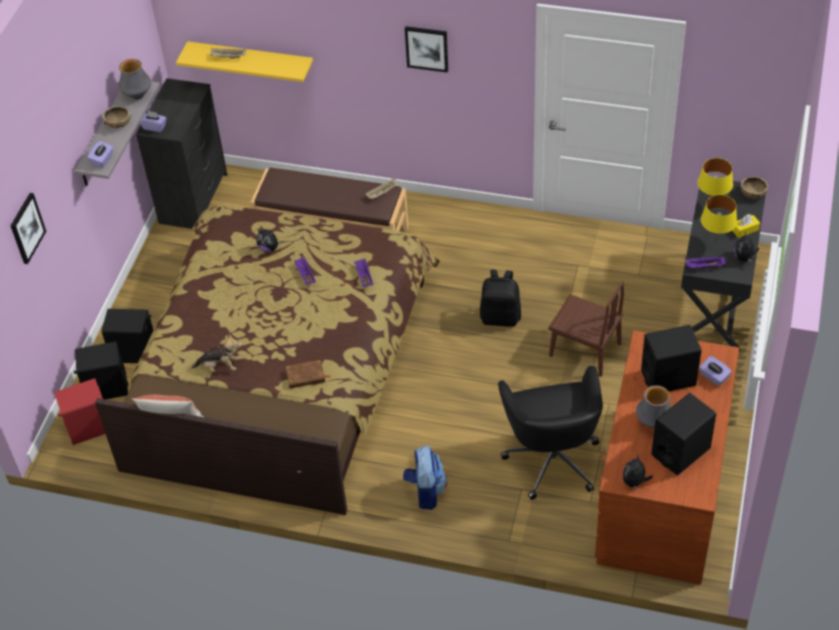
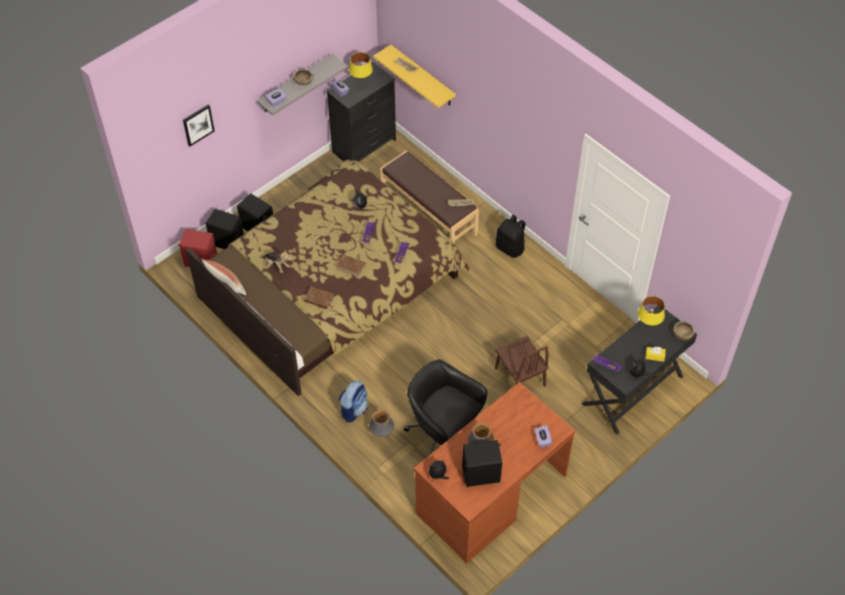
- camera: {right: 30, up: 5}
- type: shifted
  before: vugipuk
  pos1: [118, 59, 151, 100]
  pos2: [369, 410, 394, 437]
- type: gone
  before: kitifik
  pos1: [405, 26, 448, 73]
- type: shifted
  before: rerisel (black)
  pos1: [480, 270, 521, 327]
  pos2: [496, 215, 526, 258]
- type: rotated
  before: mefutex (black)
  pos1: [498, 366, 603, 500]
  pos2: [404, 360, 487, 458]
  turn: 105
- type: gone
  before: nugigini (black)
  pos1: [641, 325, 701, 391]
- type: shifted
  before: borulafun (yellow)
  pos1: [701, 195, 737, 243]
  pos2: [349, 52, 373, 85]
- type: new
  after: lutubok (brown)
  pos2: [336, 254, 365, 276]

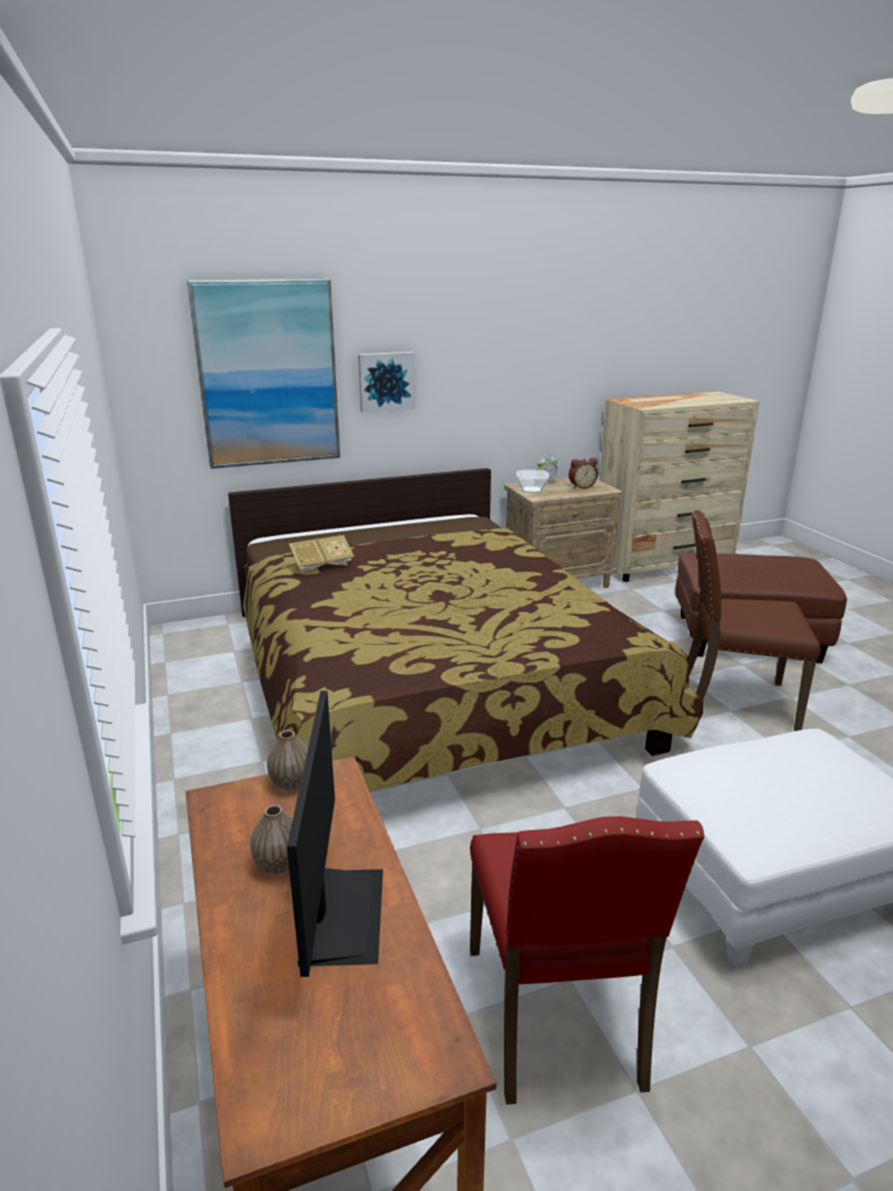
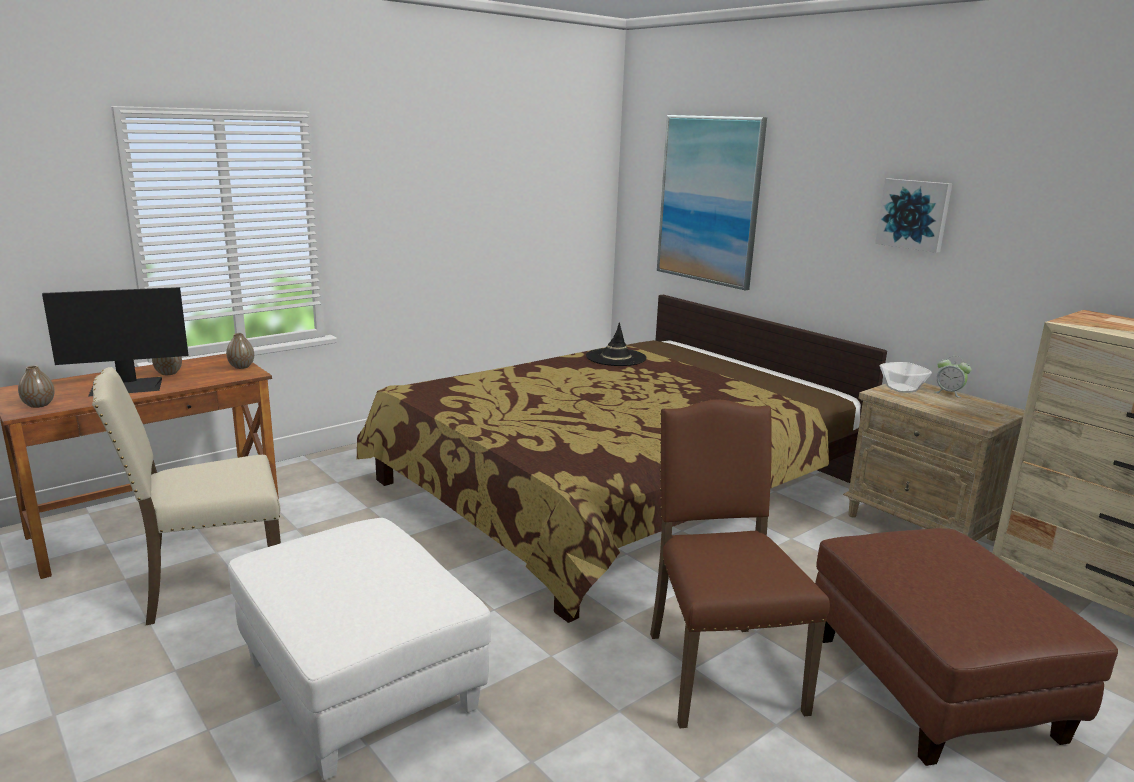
- camera: {right: 70, up: -5}
- type: swapped
  before: lutubok
  after: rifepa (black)
  pos1: [289, 535, 354, 574]
  pos2: [586, 322, 646, 366]
- type: shifted
  before: kitifik
  pos1: [358, 352, 415, 412]
  pos2: [875, 178, 952, 253]
- type: repainted
  before: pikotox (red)
  after: pikotox (beige)
  pos1: [470, 816, 704, 1105]
  pos2: [92, 367, 281, 625]
- type: gone
  before: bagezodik
  pos1: [569, 458, 598, 489]
- type: new
  after: vugipuk
  pos2: [18, 366, 55, 408]

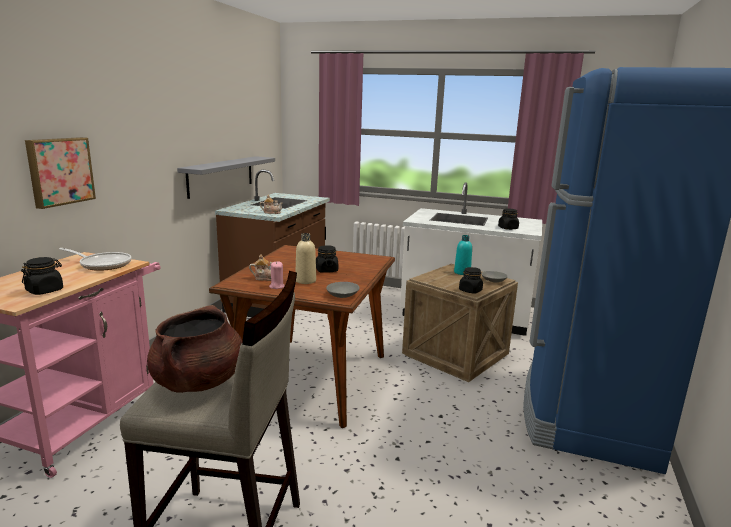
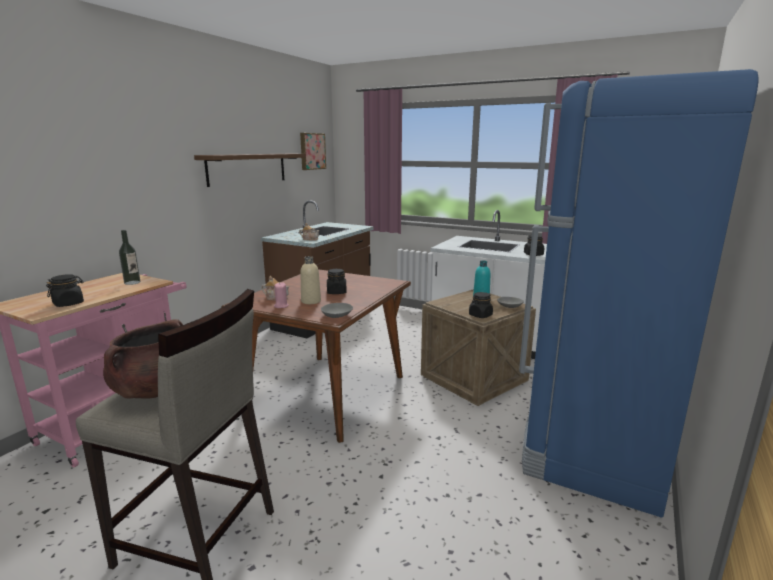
- camera: {right: 10, up: 0}
- type: shifted
  before: kitifik
  pos1: [25, 137, 96, 209]
  pos2: [300, 133, 326, 170]
- type: swapped
  before: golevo
  after: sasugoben
  pos1: [59, 248, 131, 271]
  pos2: [119, 230, 140, 285]
- type: gone
  before: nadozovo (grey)
  pos1: [177, 156, 275, 199]
- type: new
  after: nadozovo (brown)
  pos2: [194, 154, 306, 187]

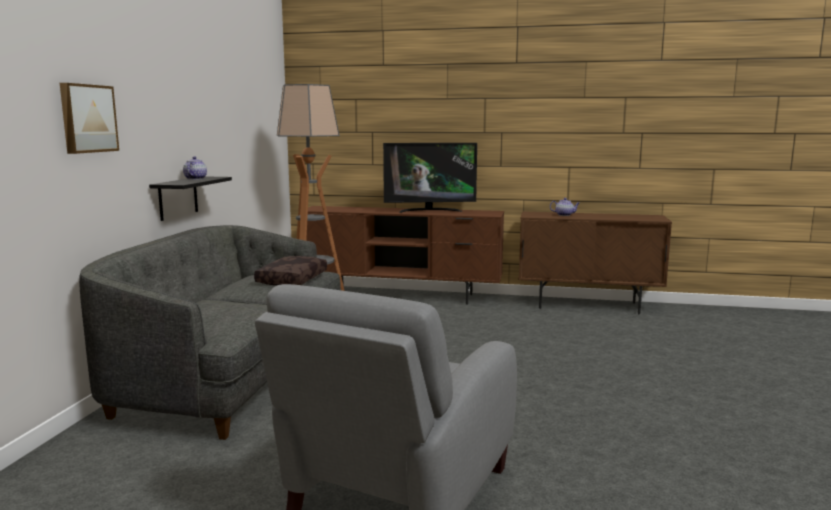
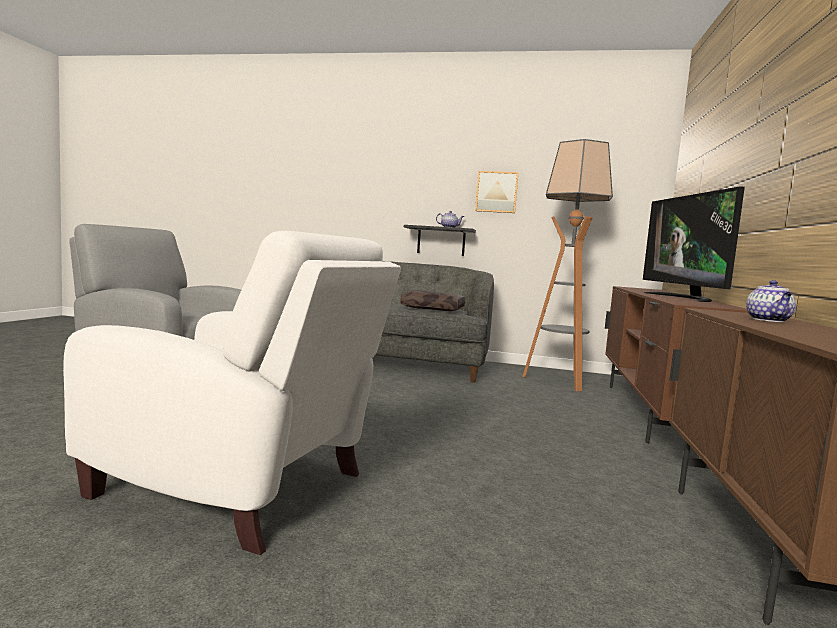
- camera: {right: 90, up: -5}
- type: shifted
  before: kitifik
  pos1: [60, 83, 119, 154]
  pos2: [475, 171, 519, 213]
- type: new
  after: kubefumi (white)
  pos2: [63, 231, 401, 555]

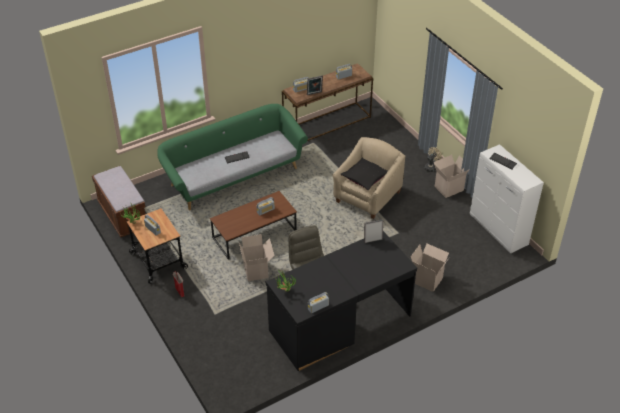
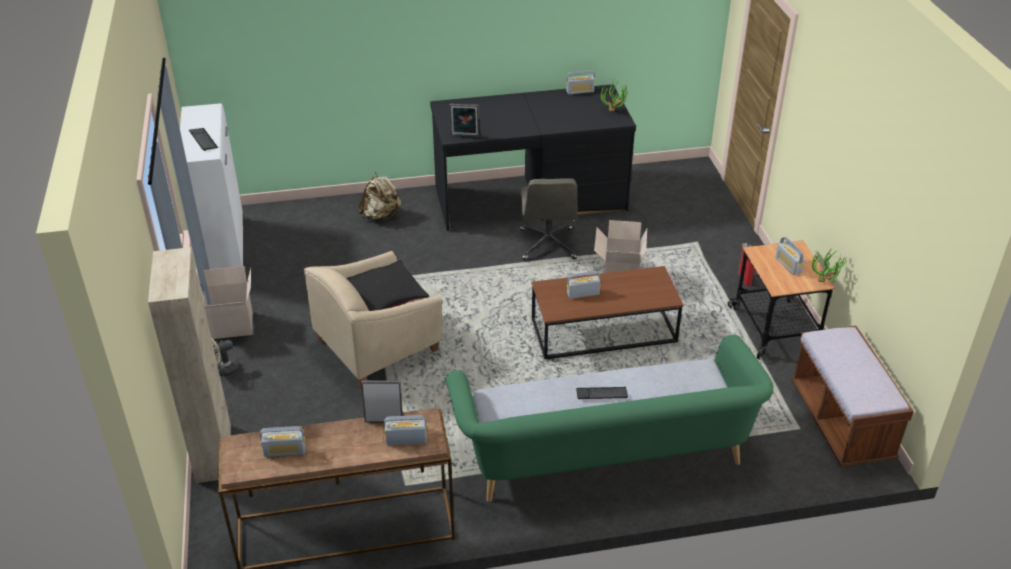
- camera: {right: -160, up: -5}
- type: swapped
  before: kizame
  after: rerisel (beige)
  pos1: [411, 244, 450, 292]
  pos2: [358, 172, 401, 221]
- type: new
  after: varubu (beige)
  pos2: [148, 247, 231, 483]

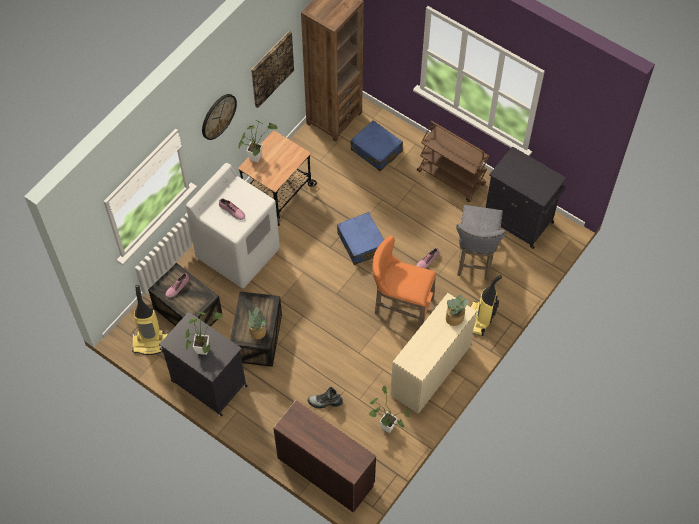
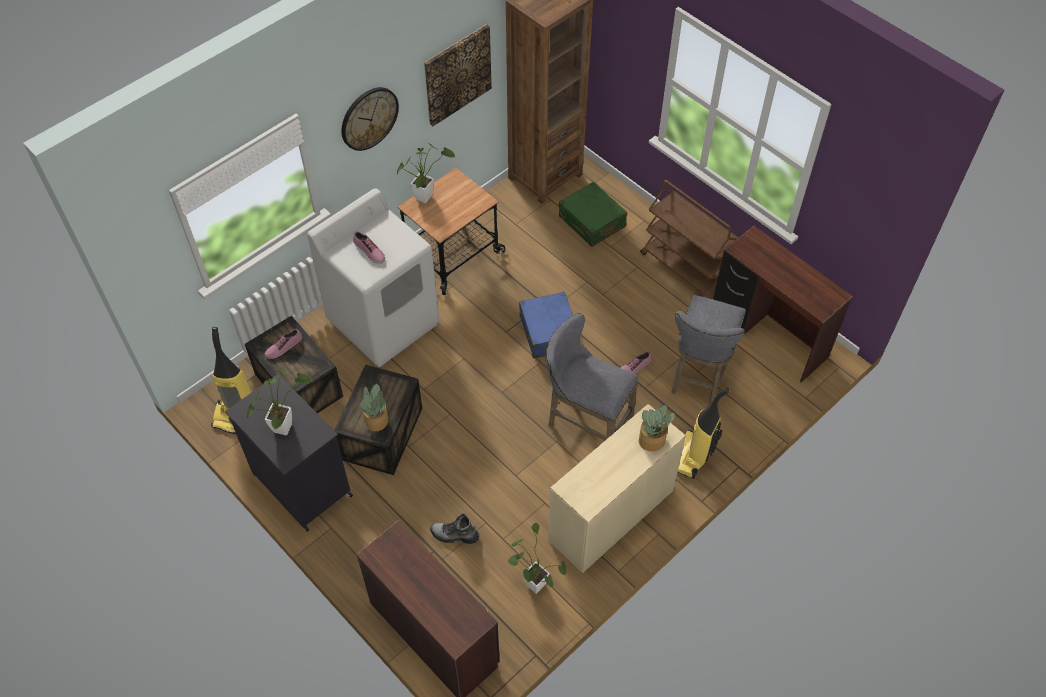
- camera: {right: 10, up: -5}
- type: repainted
  before: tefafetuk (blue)
  after: tefafetuk (green)
  pos1: [350, 120, 403, 171]
  pos2: [559, 182, 627, 247]
- type: repainted
  before: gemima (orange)
  after: gemima (grey)
  pos1: [372, 235, 436, 328]
  pos2: [545, 313, 639, 440]
- type: swapped
  before: varubu (black)
  after: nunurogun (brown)
  pos1: [486, 146, 566, 249]
  pos2: [713, 226, 853, 383]

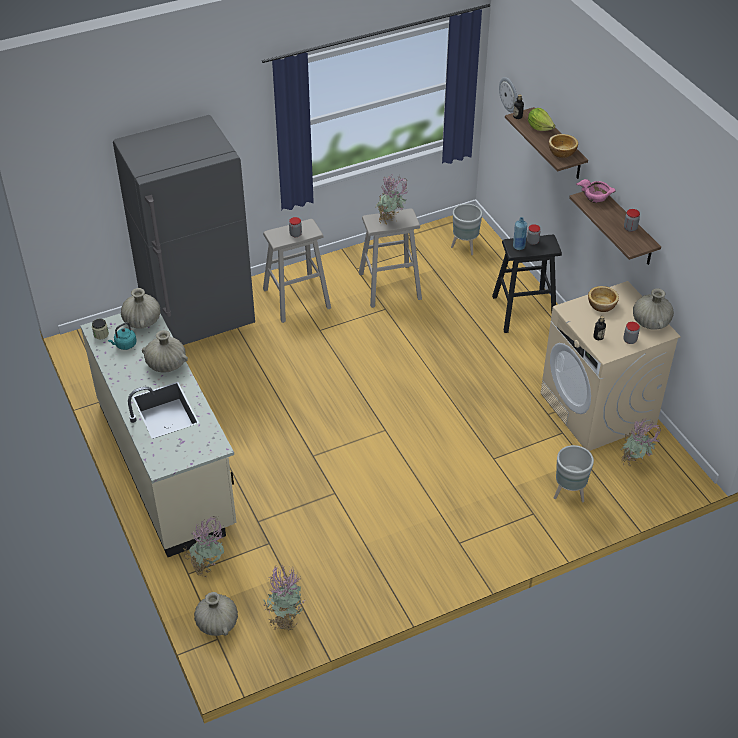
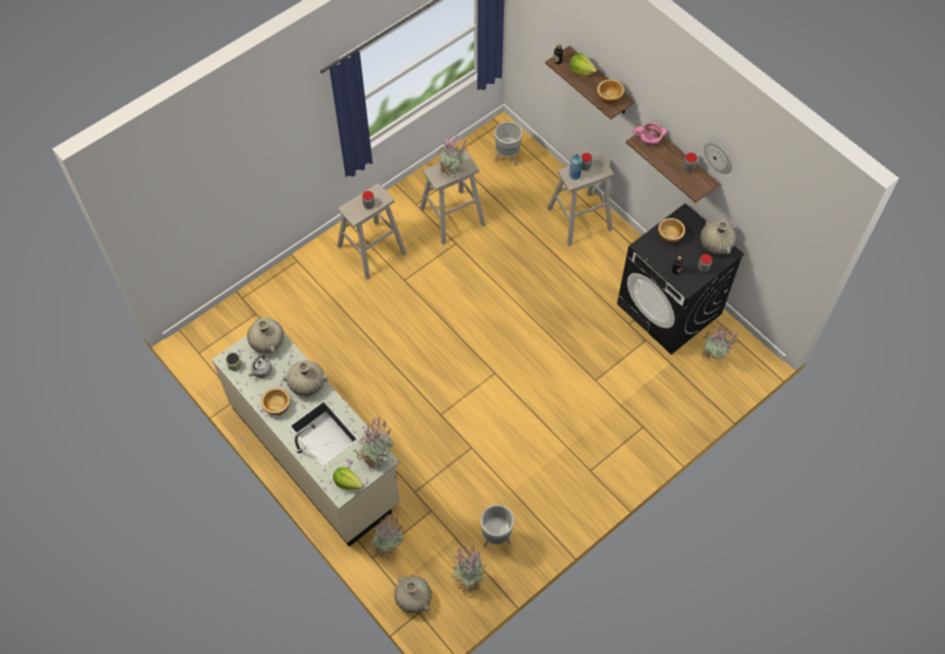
- camera: {right: -15, up: 15}
- type: repainted
  before: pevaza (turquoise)
  after: pevaza (grey)
  pos1: [108, 322, 137, 350]
  pos2: [248, 355, 272, 378]
- type: gone
  before: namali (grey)
  pos1: [113, 115, 255, 345]
- type: repainted
  before: gemima (black)
  after: gemima (beige)
  pos1: [492, 235, 562, 333]
  pos2: [547, 155, 614, 246]
- type: shifted
  before: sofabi
  pos1: [499, 77, 517, 113]
  pos2: [704, 142, 732, 174]
- type: repainted
  before: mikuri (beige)
  after: mikuri (black)
  pos1: [540, 281, 681, 451]
  pos2: [617, 203, 744, 355]
- type: shifted
  before: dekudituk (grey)
  pos1: [554, 445, 594, 502]
  pos2: [481, 505, 514, 547]
- type: new
  after: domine
  pos2: [261, 388, 290, 415]
- type: new
  after: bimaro
  pos2: [333, 467, 363, 490]
- type: new
  after: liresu
  pos2: [353, 417, 393, 468]

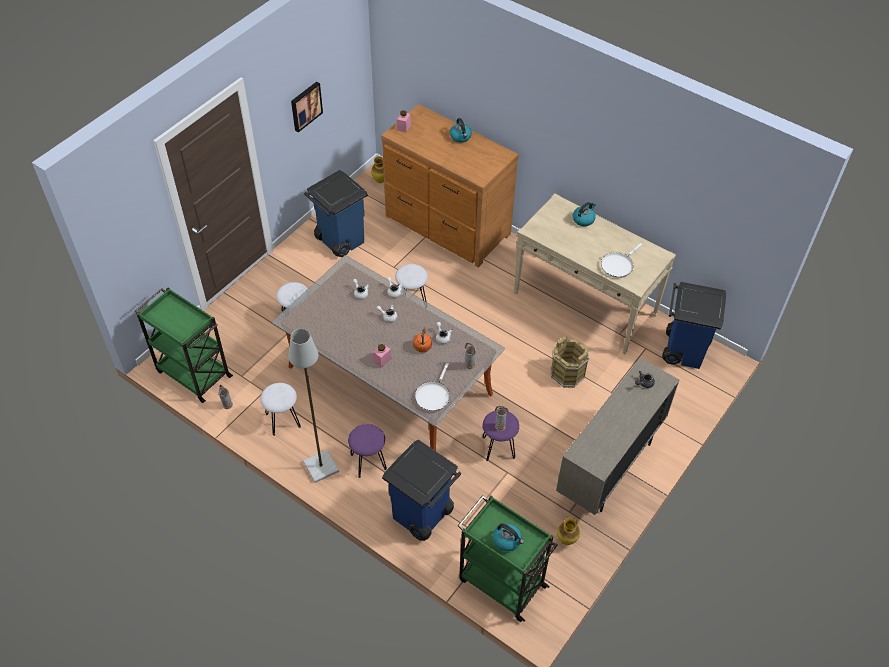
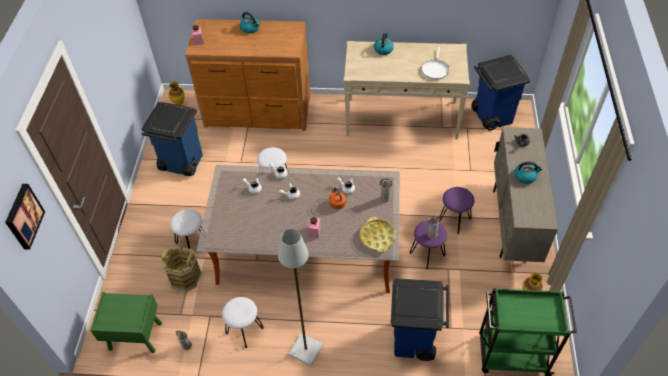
- camera: {right: -30, up: 0}
- type: swapped
  before: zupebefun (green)
  after: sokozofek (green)
  pos1: [135, 288, 233, 403]
  pos2: [90, 292, 162, 353]
- type: shifted
  before: kitifik
  pos1: [291, 82, 323, 132]
  pos2: [5, 184, 45, 250]
- type: shifted
  before: gemima (purple)
  pos1: [348, 424, 387, 478]
  pos2: [439, 187, 474, 234]
- type: swapped
  before: golevo (white)
  after: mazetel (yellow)
  pos1: [415, 363, 450, 411]
  pos2: [360, 217, 396, 253]
- type: shifted
  before: pevaza
  pos1: [493, 523, 524, 551]
  pos2: [515, 162, 543, 184]
- type: shifted
  before: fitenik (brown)
  pos1: [551, 336, 589, 388]
  pos2: [161, 246, 202, 291]

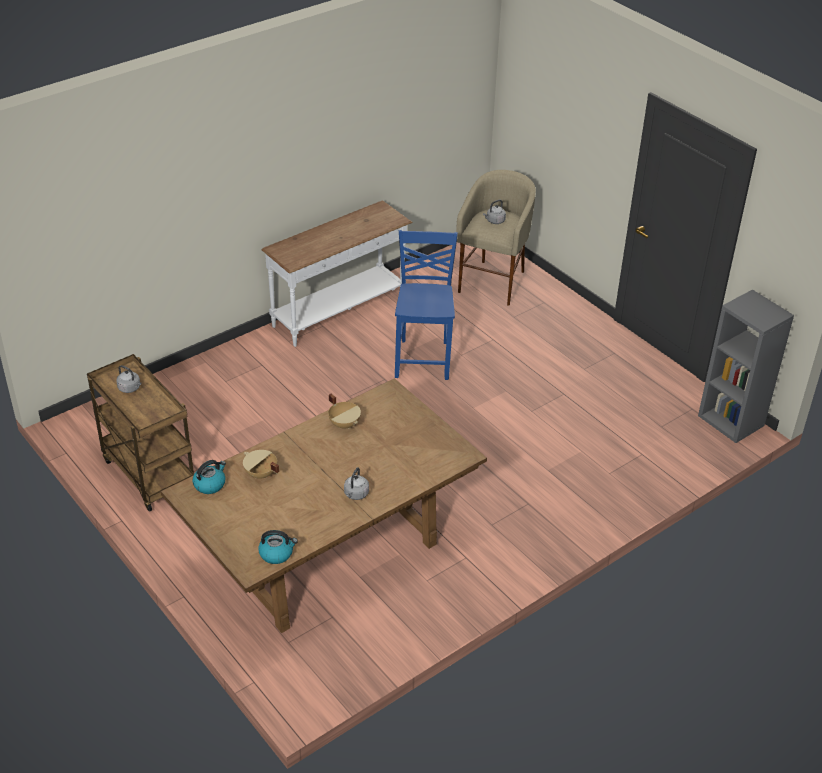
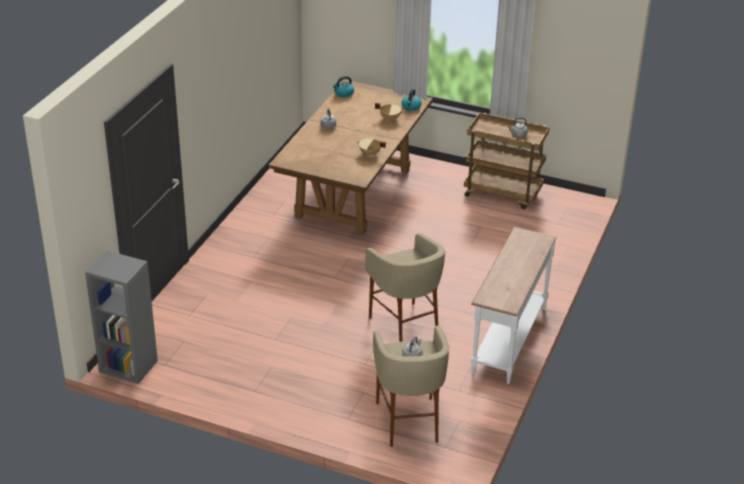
- camera: {right: 150, up: -5}
- type: swapped
  before: pikotox (blue)
  after: gemima (beige)
  pos1: [395, 230, 458, 380]
  pos2: [365, 233, 445, 342]

